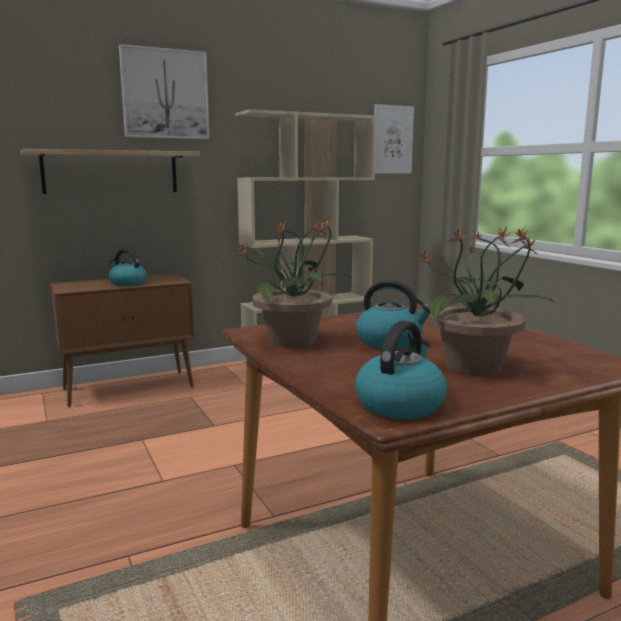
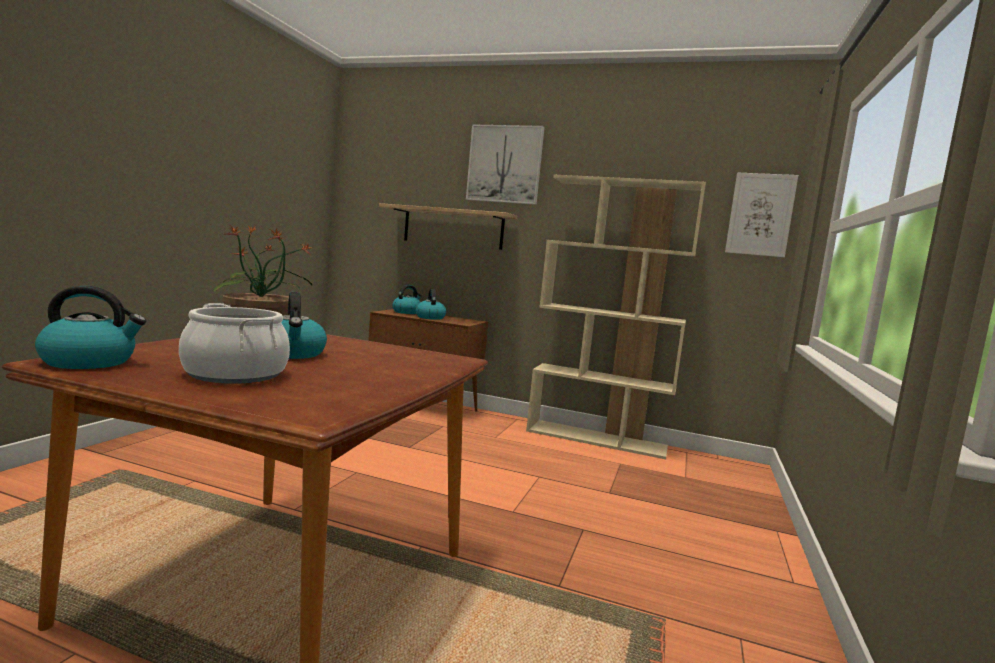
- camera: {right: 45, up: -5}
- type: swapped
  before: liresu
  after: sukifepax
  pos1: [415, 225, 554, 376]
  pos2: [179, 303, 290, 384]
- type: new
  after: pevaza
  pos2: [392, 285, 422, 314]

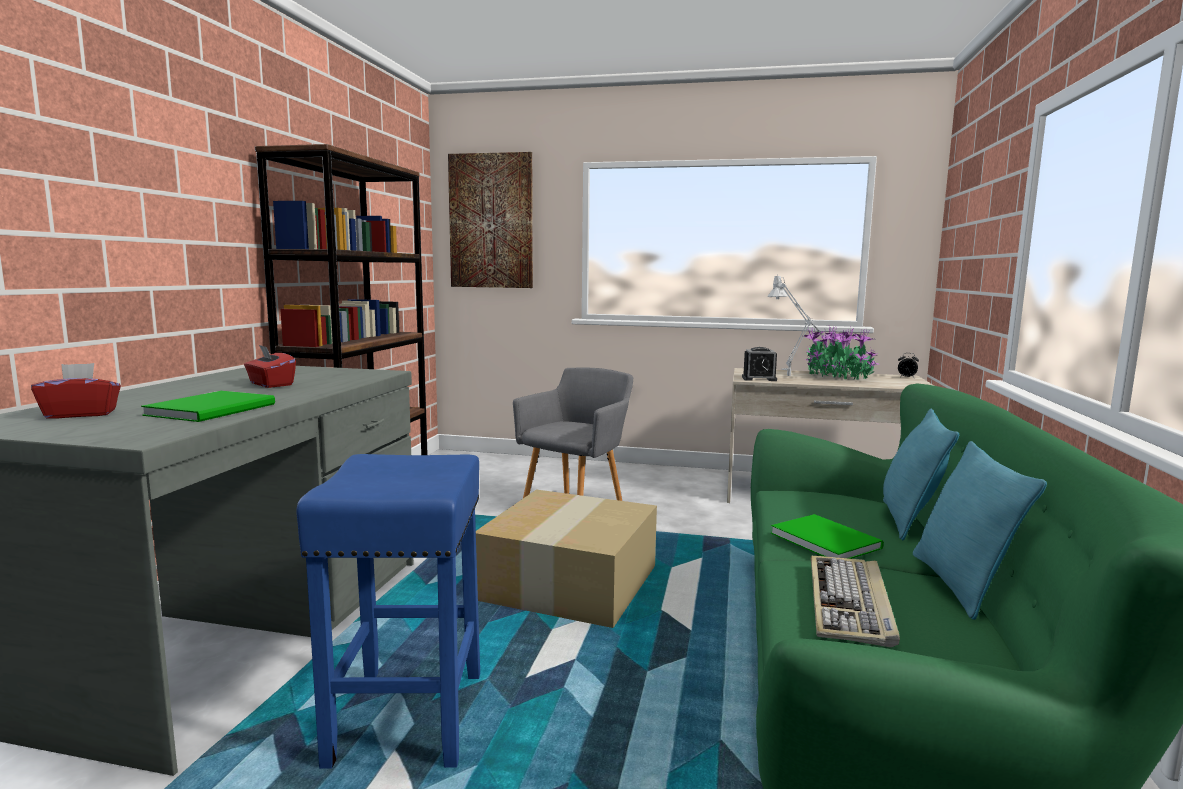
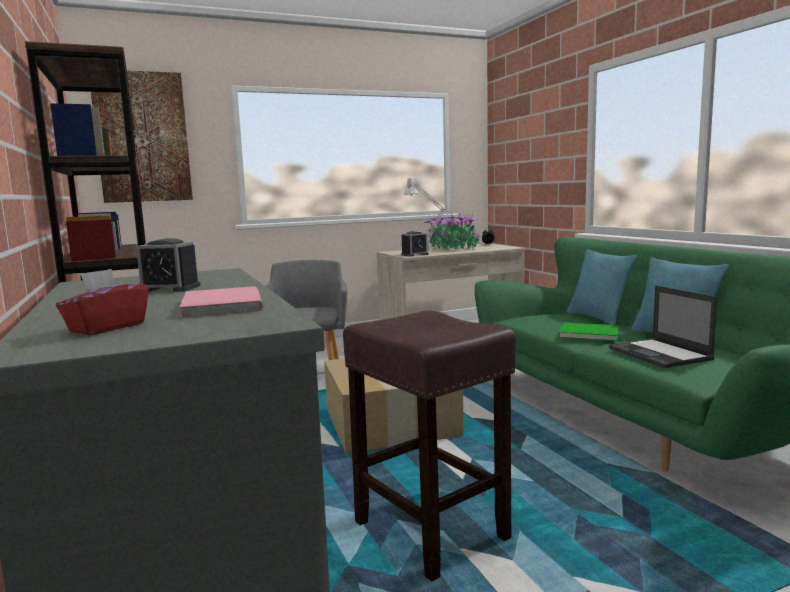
- camera: {right: -35, up: 0}
- type: repainted
  before: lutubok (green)
  after: lutubok (pink)
  pos1: [141, 391, 275, 422]
  pos2: [179, 286, 263, 318]
- type: swapped
  before: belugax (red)
  after: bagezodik
  pos1: [244, 345, 296, 388]
  pos2: [136, 238, 200, 292]
- type: repainted
  before: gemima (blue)
  after: gemima (brown)
  pos1: [296, 454, 480, 769]
  pos2: [343, 310, 516, 581]
- type: swapped
  before: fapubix
  after: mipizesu
  pos1: [811, 556, 900, 647]
  pos2: [609, 285, 718, 368]

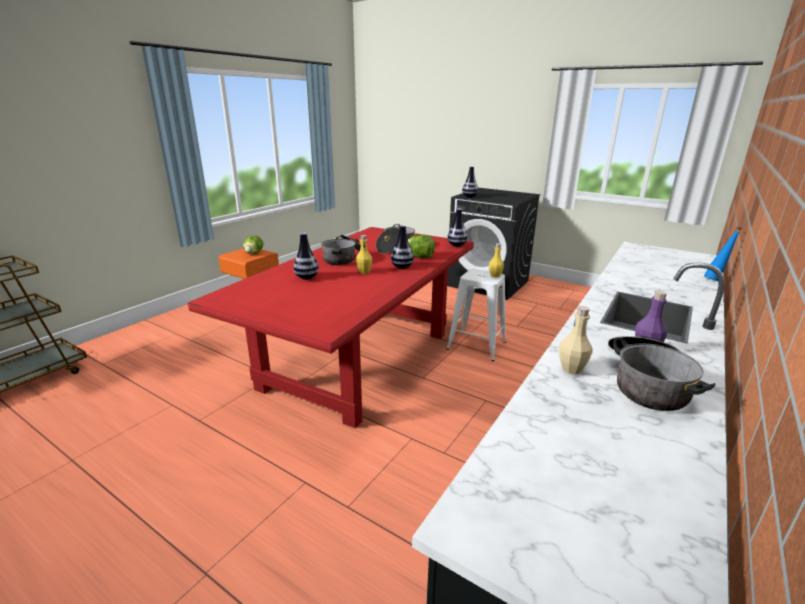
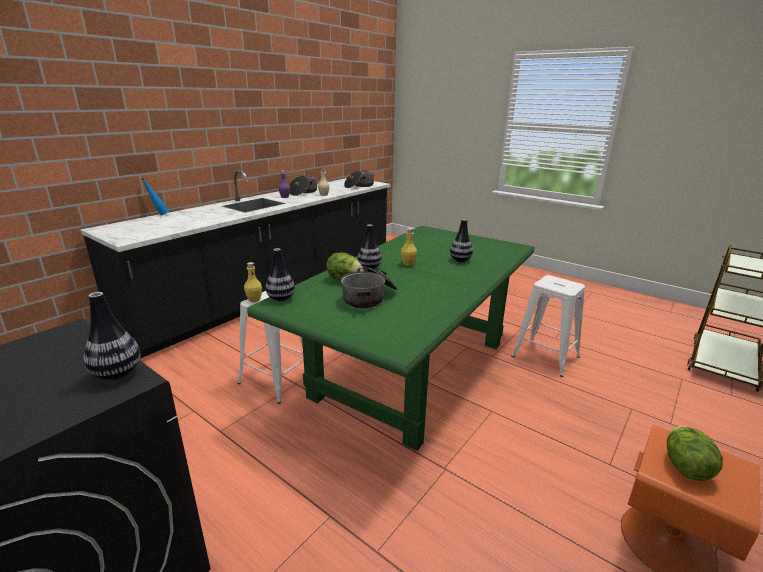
- camera: {right: -175, up: 0}
- type: repainted
  before: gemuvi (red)
  after: gemuvi (green)
  pos1: [188, 227, 474, 428]
  pos2: [247, 226, 535, 451]
- type: shifted
  before: sukifepax
  pos1: [321, 235, 361, 265]
  pos2: [344, 170, 375, 188]
- type: new
  after: gemima (white)
  pos2: [512, 275, 585, 377]

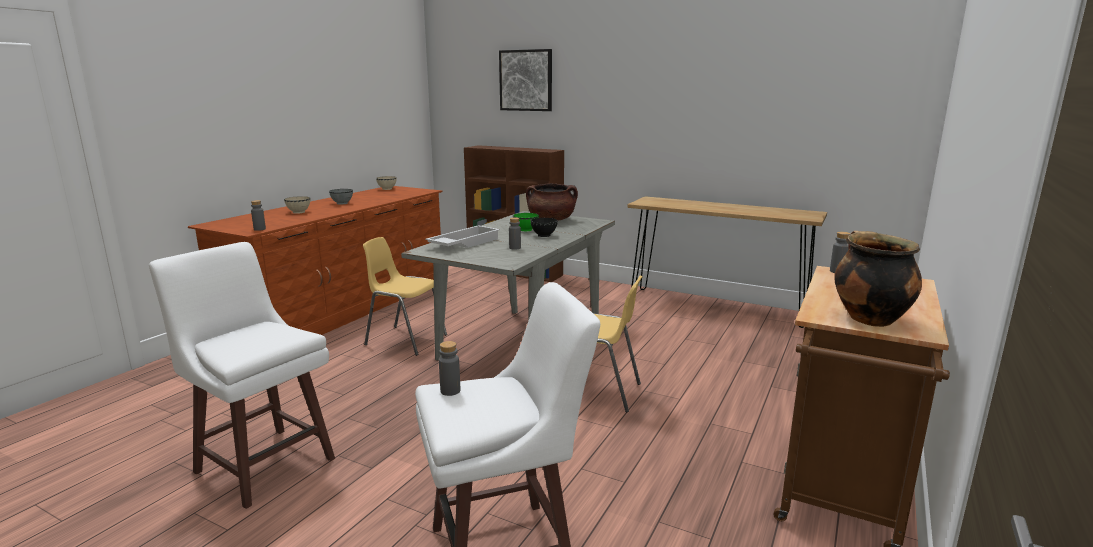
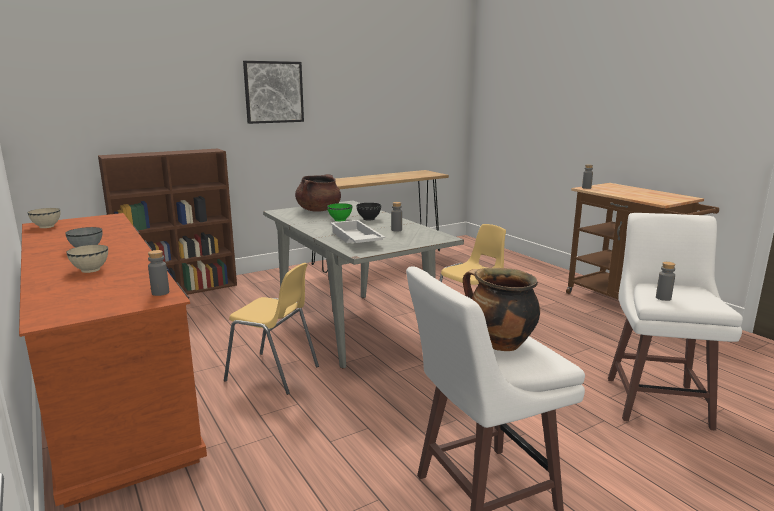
- camera: {right: -60, up: 0}
- type: rotated
  before: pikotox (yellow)
  pos1: [363, 237, 447, 356]
  pos2: [224, 263, 319, 395]
  turn: -120
- type: shifted
  before: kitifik
  pos1: [499, 49, 552, 111]
  pos2: [243, 61, 304, 124]
- type: shifted
  before: sukifepax
  pos1: [834, 231, 922, 327]
  pos2: [463, 268, 540, 351]

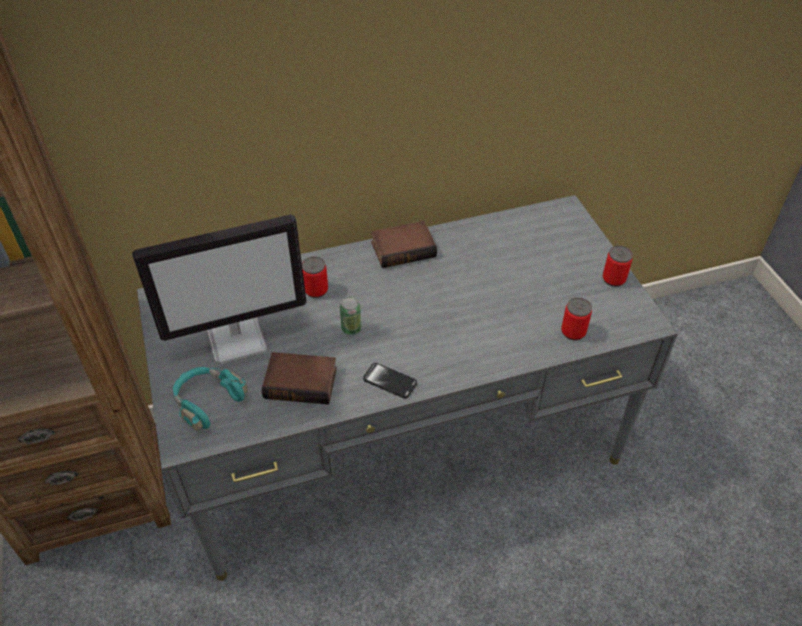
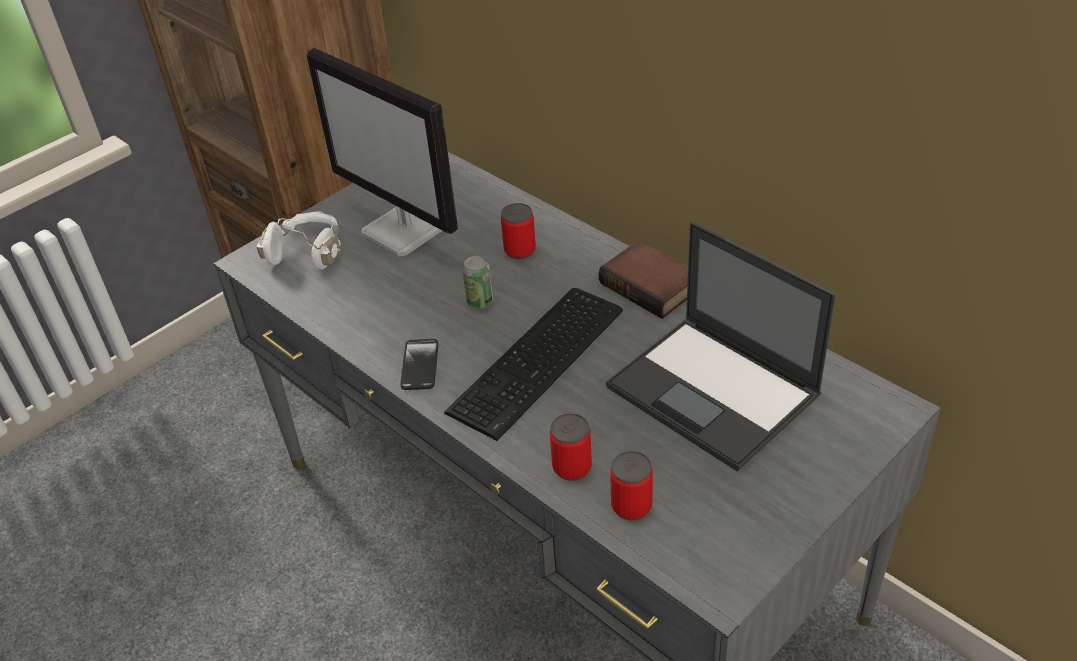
- camera: {right: 65, up: -5}
- type: repainted
  before: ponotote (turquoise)
  after: ponotote (white)
  pos1: [173, 367, 248, 431]
  pos2: [257, 211, 341, 270]
- type: gone
  before: lutubok
  pos1: [262, 352, 337, 405]
- type: shifted
  before: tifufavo
  pos1: [603, 246, 633, 287]
  pos2: [550, 413, 592, 481]
- type: new
  after: fapubix
  pos2: [444, 288, 623, 441]
- type: new
  after: mipizesu
  pos2: [606, 222, 836, 472]

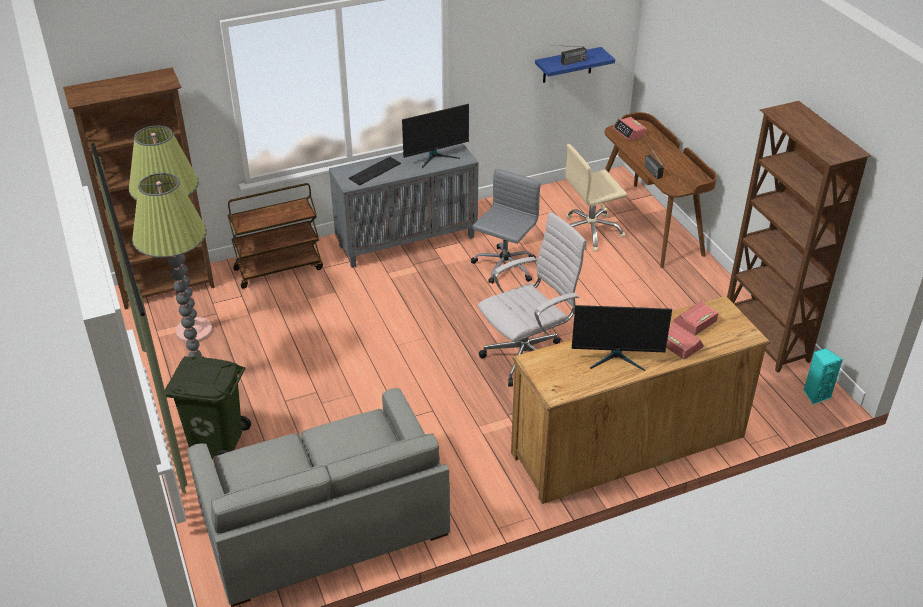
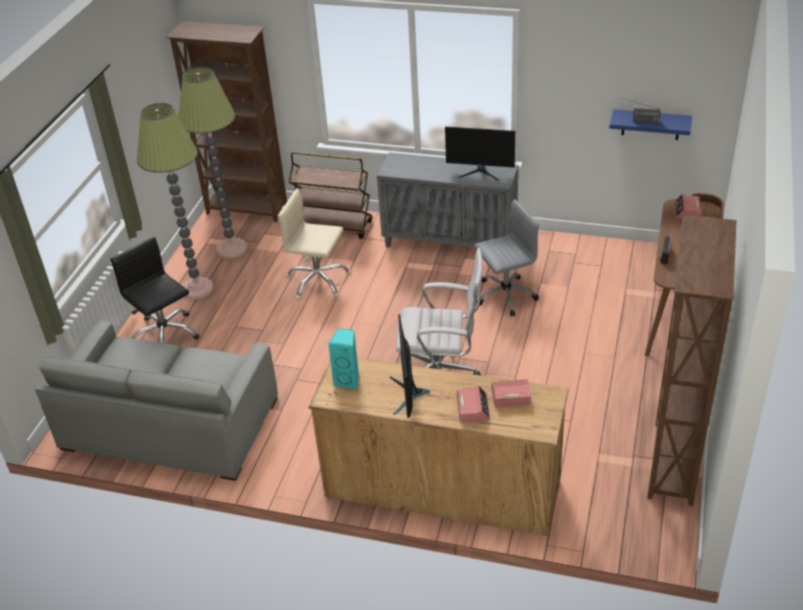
- camera: {right: 40, up: 0}
- type: swapped
  before: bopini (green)
  after: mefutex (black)
  pos1: [165, 356, 251, 460]
  pos2: [110, 237, 200, 343]
- type: gone
  before: fapubix
  pos1: [349, 157, 401, 185]
- type: shifted
  before: mefutex (beige)
  pos1: [565, 144, 627, 252]
  pos2: [278, 189, 352, 300]
- type: rotated
  before: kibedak
  pos1: [572, 305, 672, 371]
  pos2: [389, 314, 430, 418]
  turn: 45
- type: shifted
  before: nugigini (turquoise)
  pos1: [803, 348, 843, 405]
  pos2: [328, 328, 359, 389]

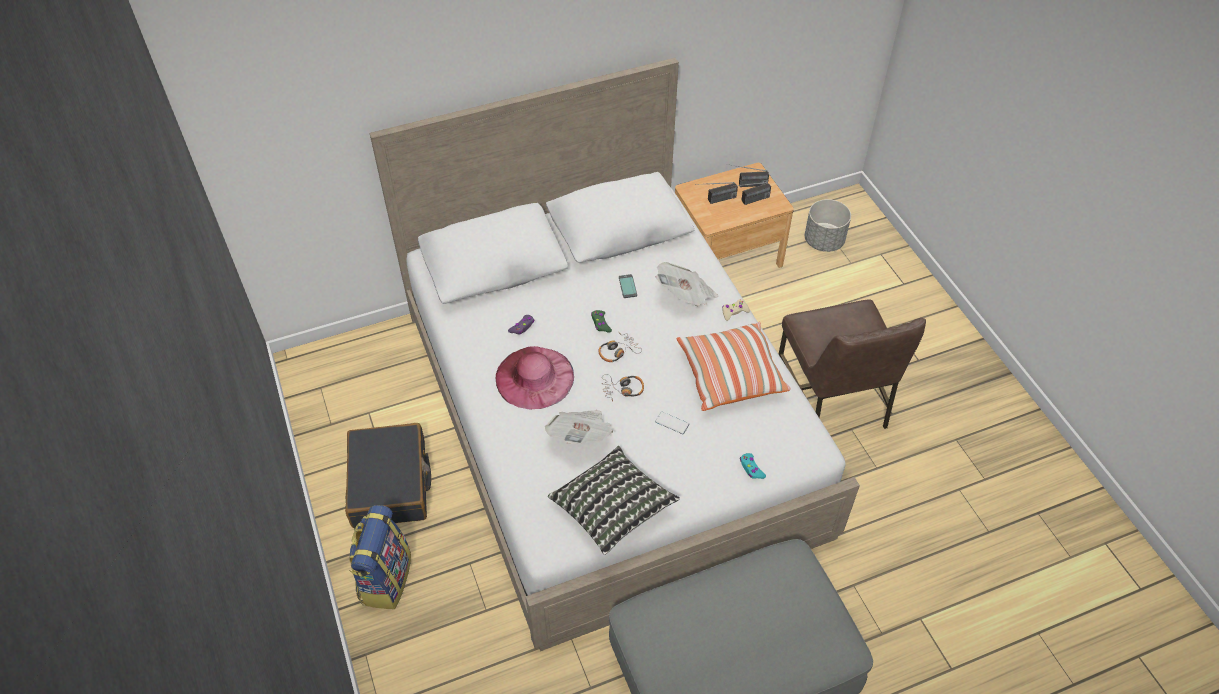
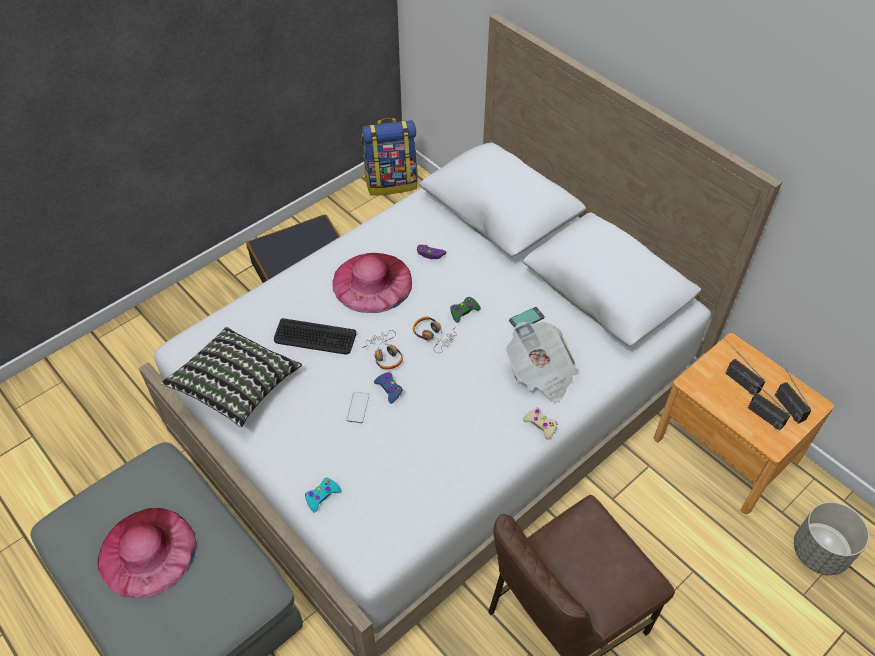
- camera: {right: 70, up: 0}
- type: shifted
  before: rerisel
  pos1: [349, 505, 411, 609]
  pos2: [362, 118, 417, 196]
- type: swapped
  before: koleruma
  after: fapubix
  pos1: [545, 410, 613, 444]
  pos2: [274, 318, 356, 354]
- type: gone
  before: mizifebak
  pos1: [677, 322, 791, 411]
- type: new
  after: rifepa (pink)
  pos2: [98, 508, 197, 599]
- type: new
  after: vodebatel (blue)
  pos2: [374, 372, 403, 404]

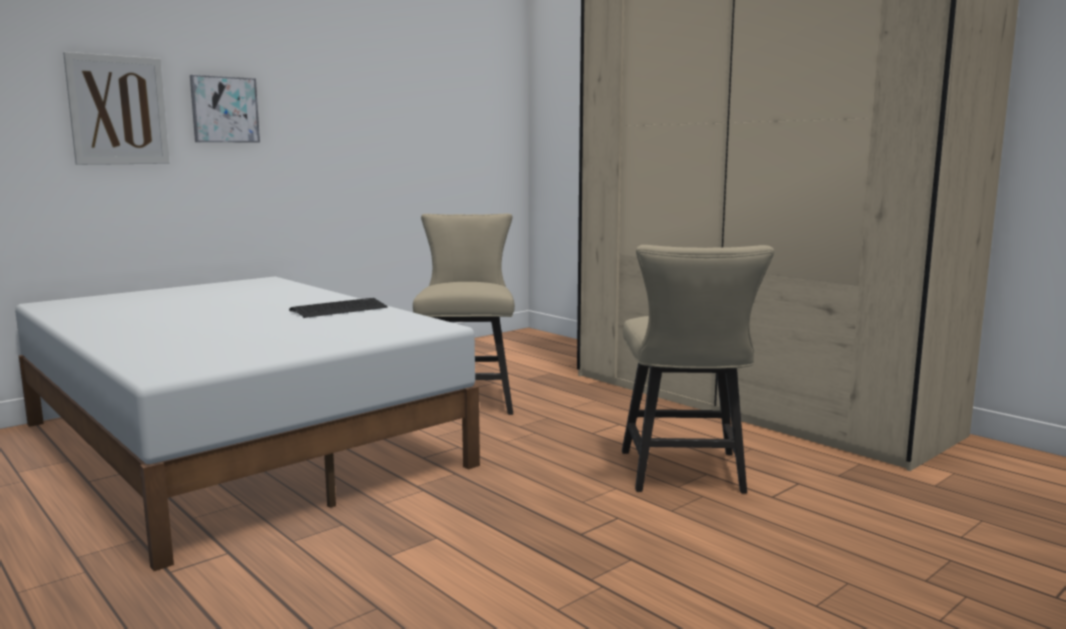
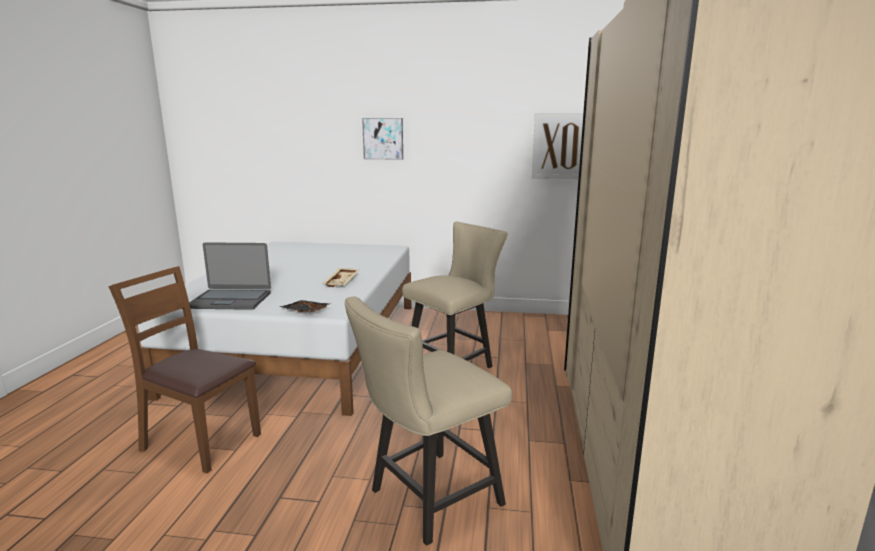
- camera: {right: 50, up: 5}
- type: shifted
  before: kitifik
  pos1: [63, 52, 170, 165]
  pos2: [532, 113, 583, 179]
- type: swapped
  before: fapubix
  after: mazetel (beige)
  pos1: [289, 298, 388, 318]
  pos2: [323, 268, 360, 287]
- type: new
  after: pikotox (brown)
  pos2: [108, 266, 261, 473]
- type: new
  after: mipizesu
  pos2: [189, 242, 271, 310]
- type: new
  after: mazetel (black)
  pos2: [280, 300, 330, 312]

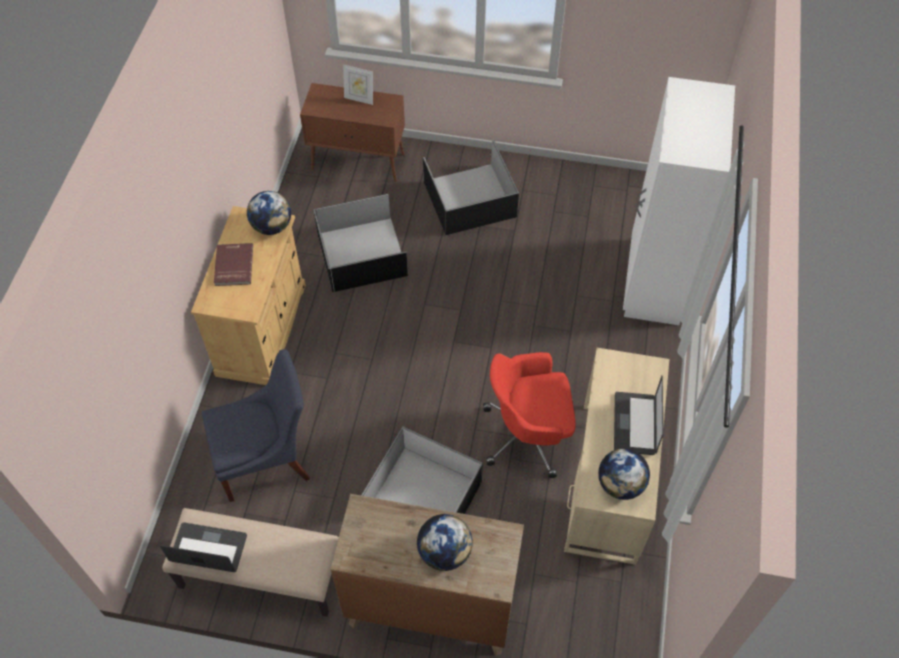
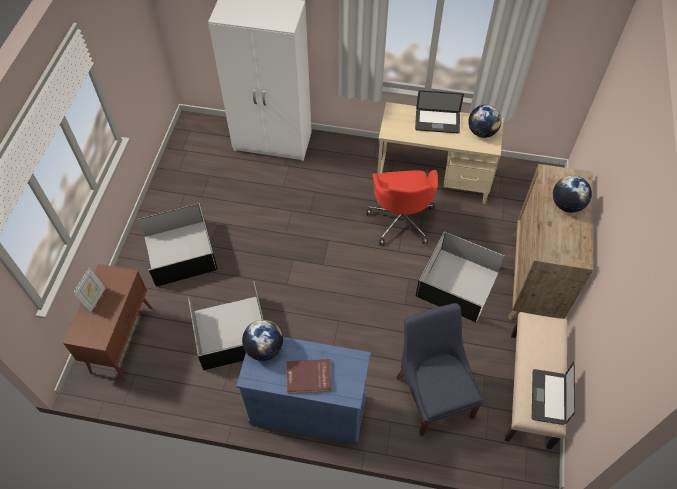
- camera: {right: -90, up: 0}
- type: repainted
  before: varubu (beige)
  after: varubu (blue)
  pos1: [191, 206, 306, 385]
  pos2: [236, 337, 371, 445]

